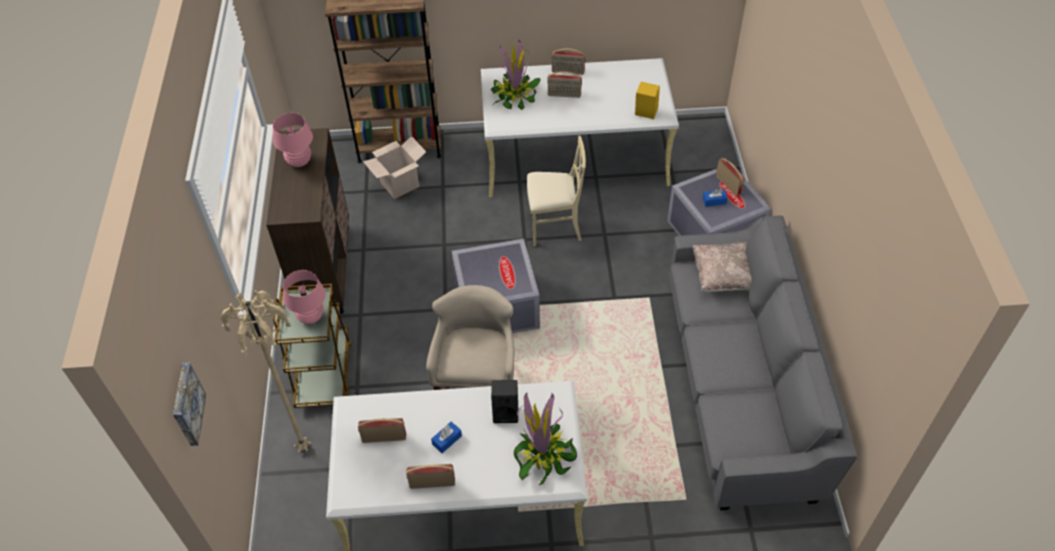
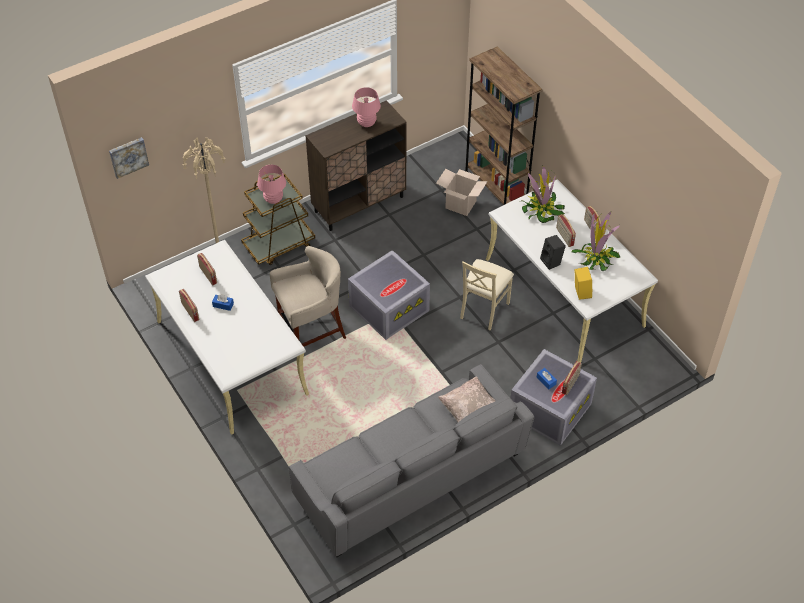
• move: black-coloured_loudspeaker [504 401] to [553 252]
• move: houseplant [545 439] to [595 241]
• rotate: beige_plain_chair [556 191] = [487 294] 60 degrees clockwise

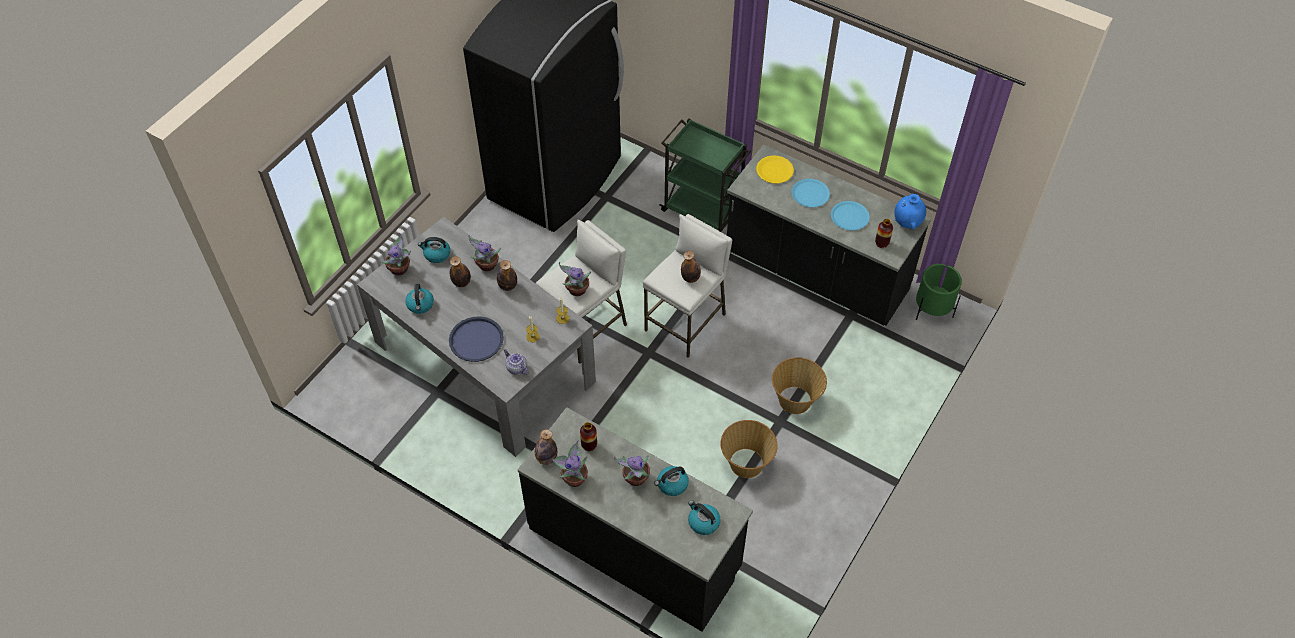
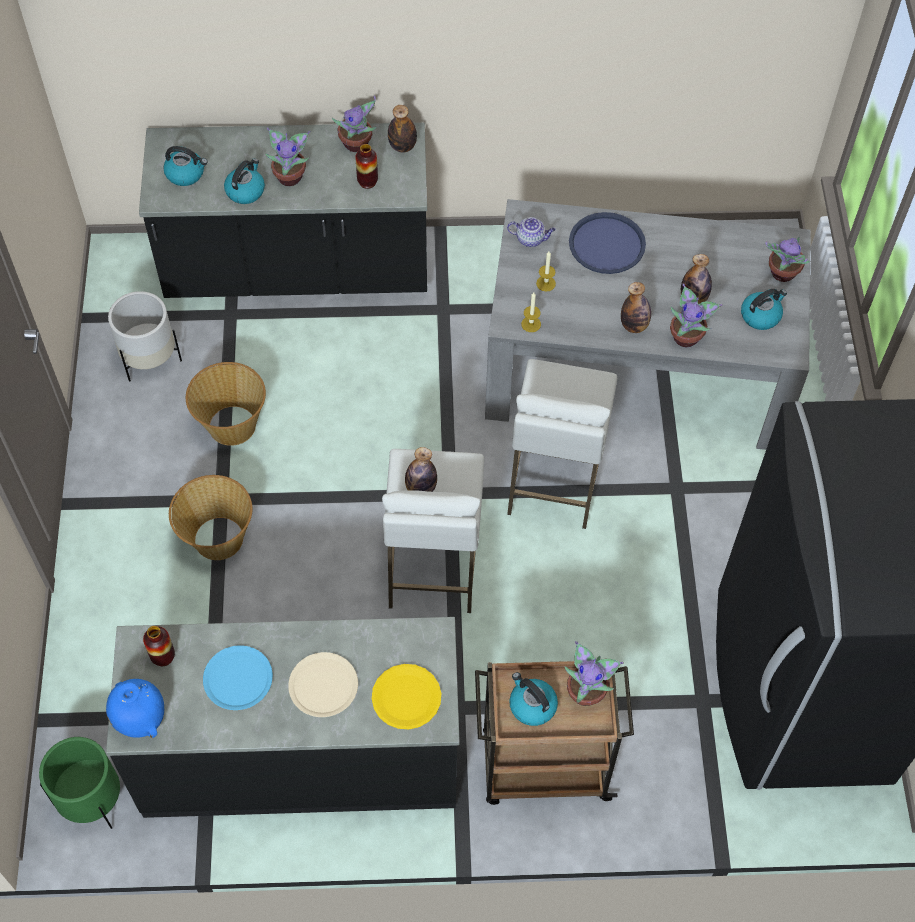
• insert: whitish_planter [145 336]
• move: water_kettle [419 299] to [533 699]
• move: houseplant [575 279] to [594 673]
• recolor: green_cart [705 175] to brown-coloured_cart [554 732]
• recolor: blue_dinner_plate [811 193] to beige_dinner_plate [323 684]

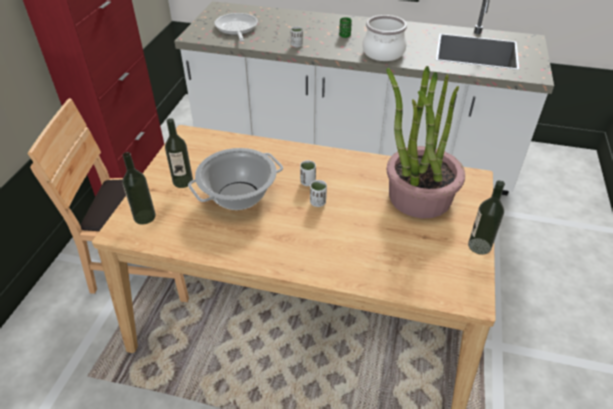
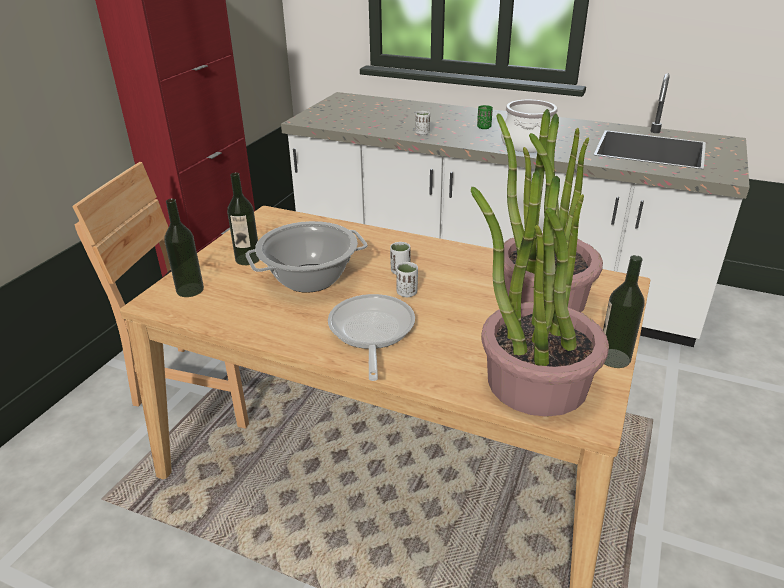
• insert: houseplant [540 294]
• move: pan [236 27] to [371 337]

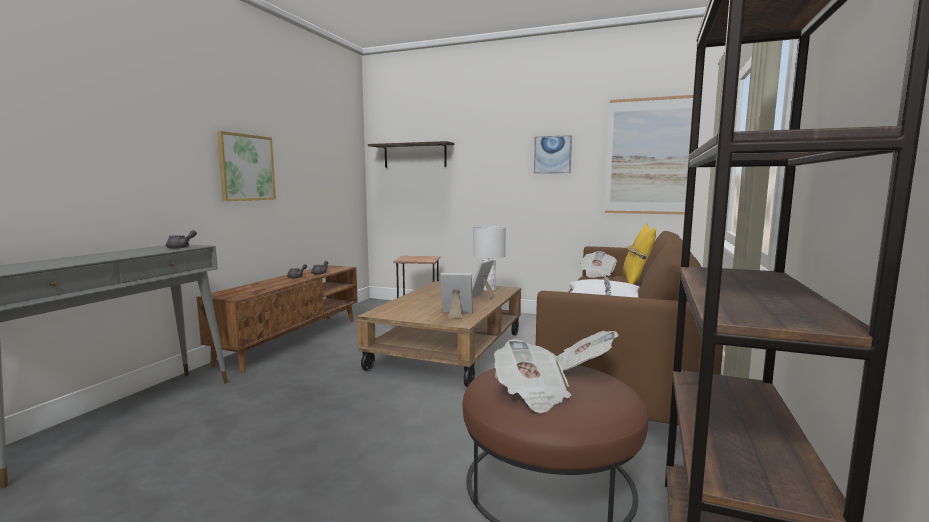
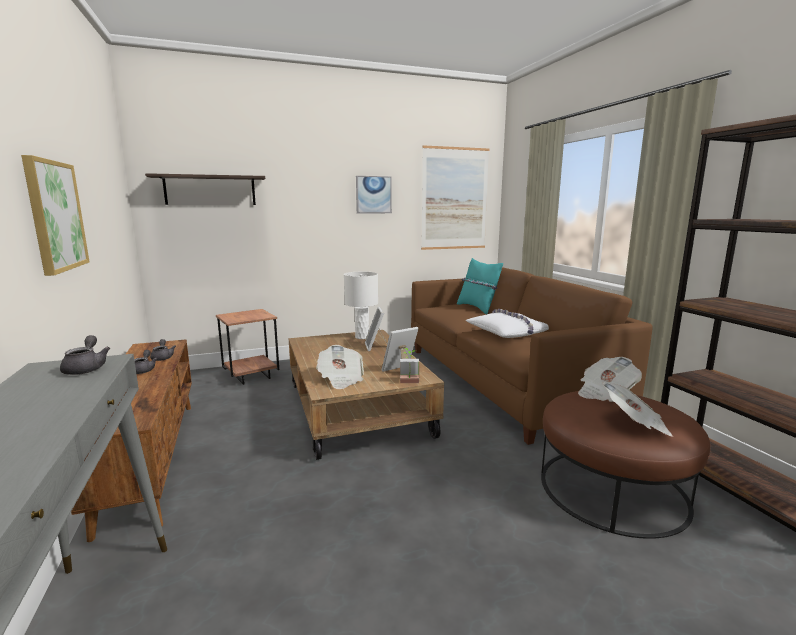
• insert: houseplant [409 365]
• move: newspaper [598 264] to [340 367]
• recolor: yellow_cushion [640 254] to turquoise-coloured_cushion [480 286]

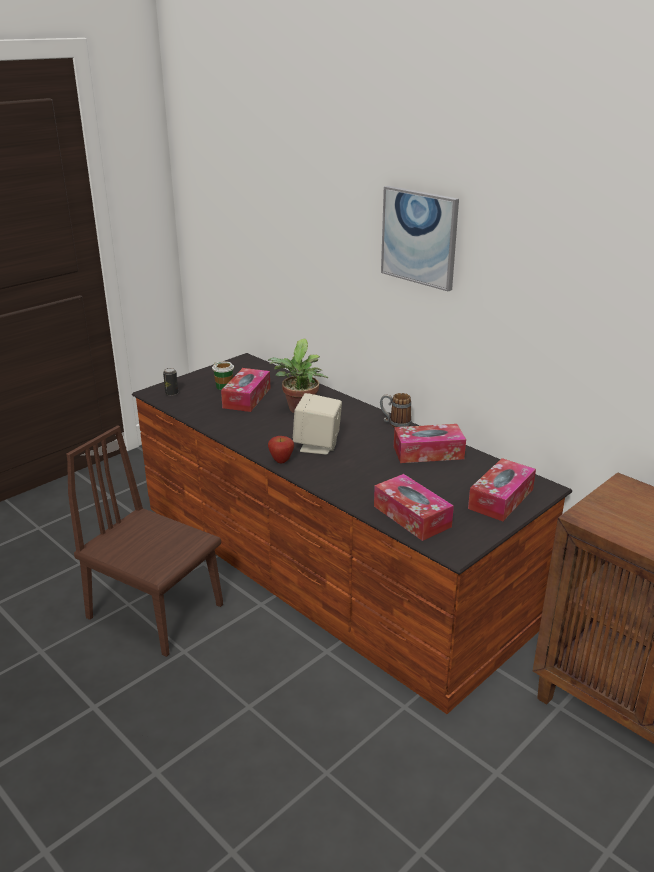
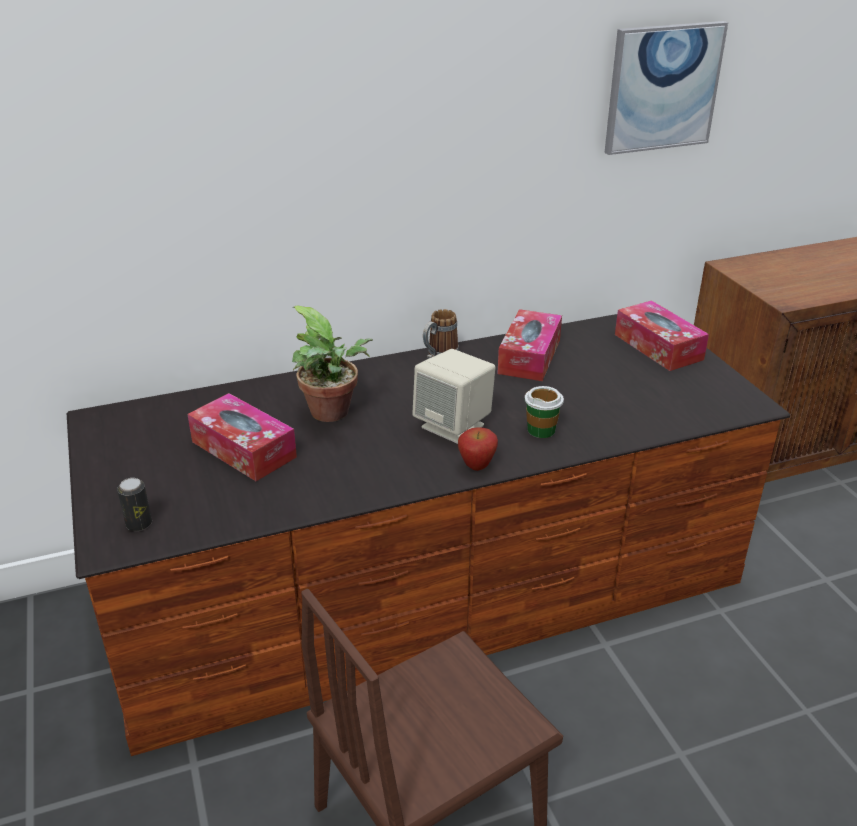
• delete: box_of_tissues [414 507]
• move: cup [223 375] to [544 412]
• move: picture [420 238] to [666 88]

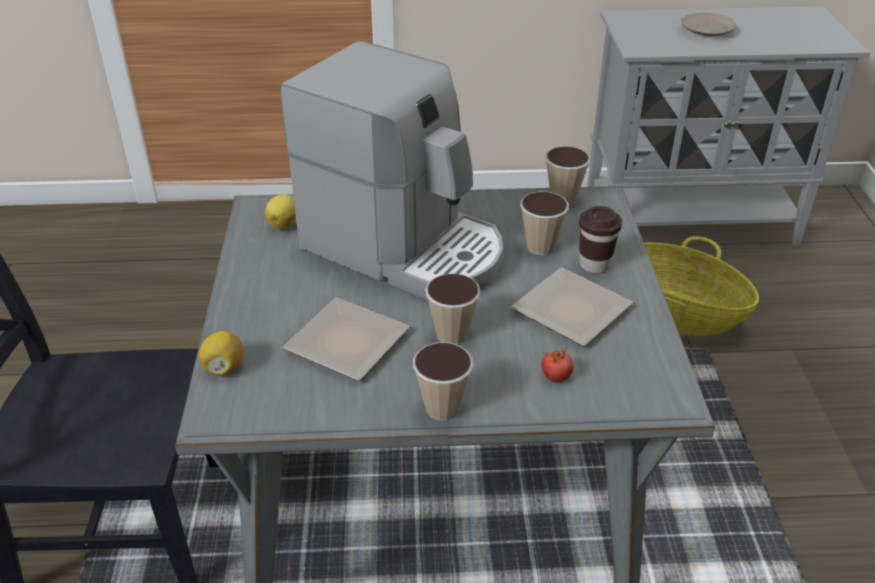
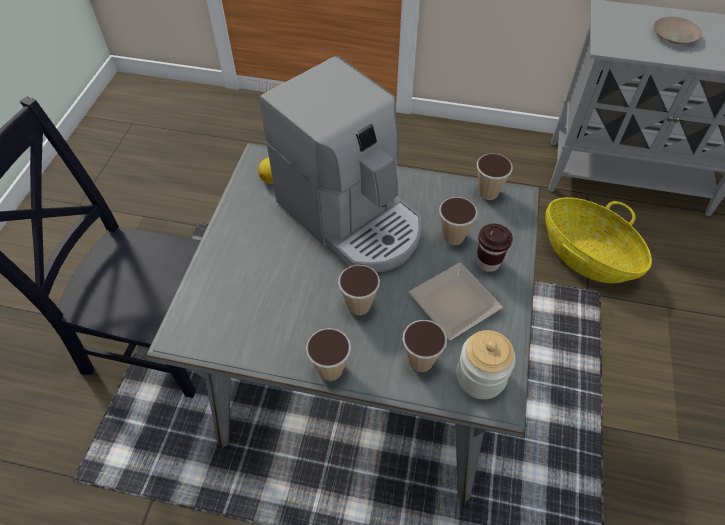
• delete: whole_lemon [221 353]
• delete: dinner_plate [346 339]
• insert: storage_jar [486 364]
• replace: fresh_tomato [557 364] to cup [425 346]

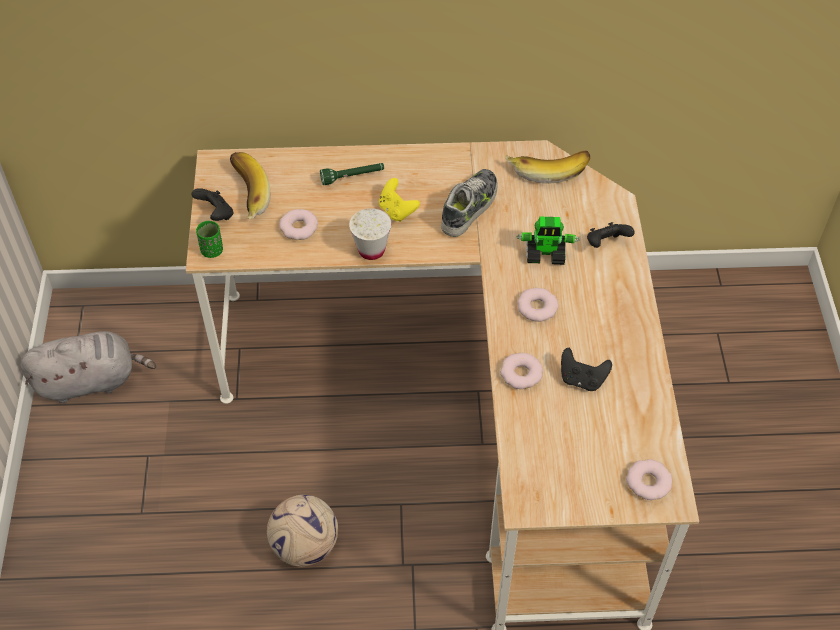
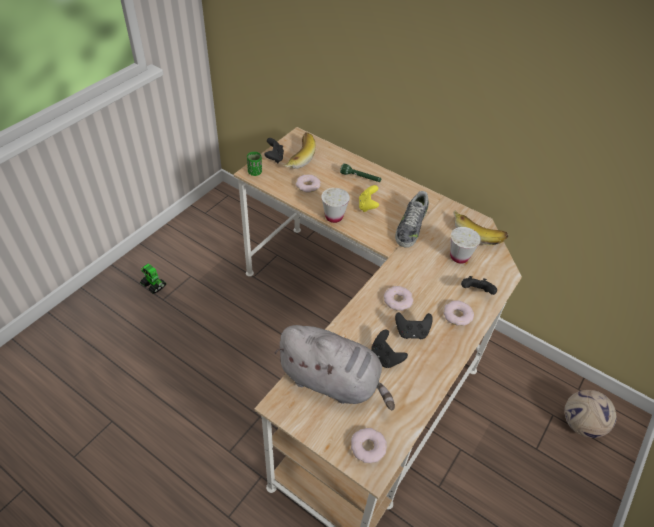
• insert: black-coloured_gamepad [414 325]
• insert: whitish_cup [465 245]
• move: greyish_soft_toy [88 367] to [334 367]
• move: ball_for_football [302 531] to [590 414]
• move: doughnut [521 371] to [458 313]
• move: toy_robot [548 241] to [153 278]
• rotate: item_of_footwear [469 203] = [412 219] 135 degrees clockwise

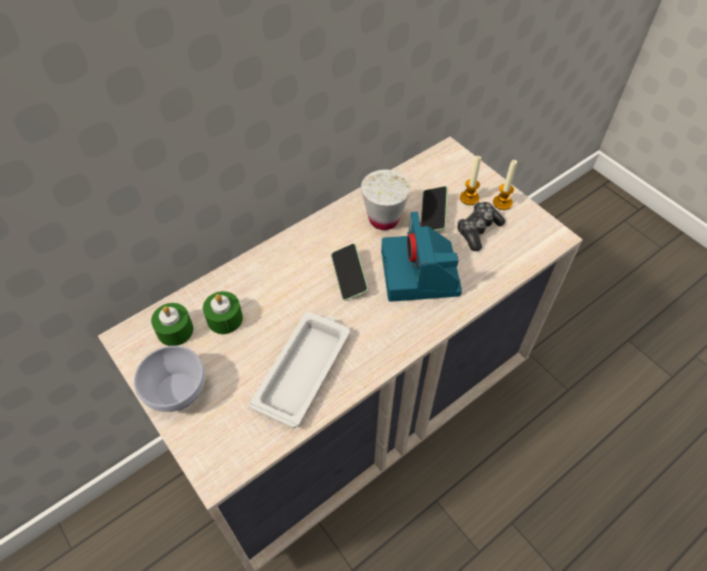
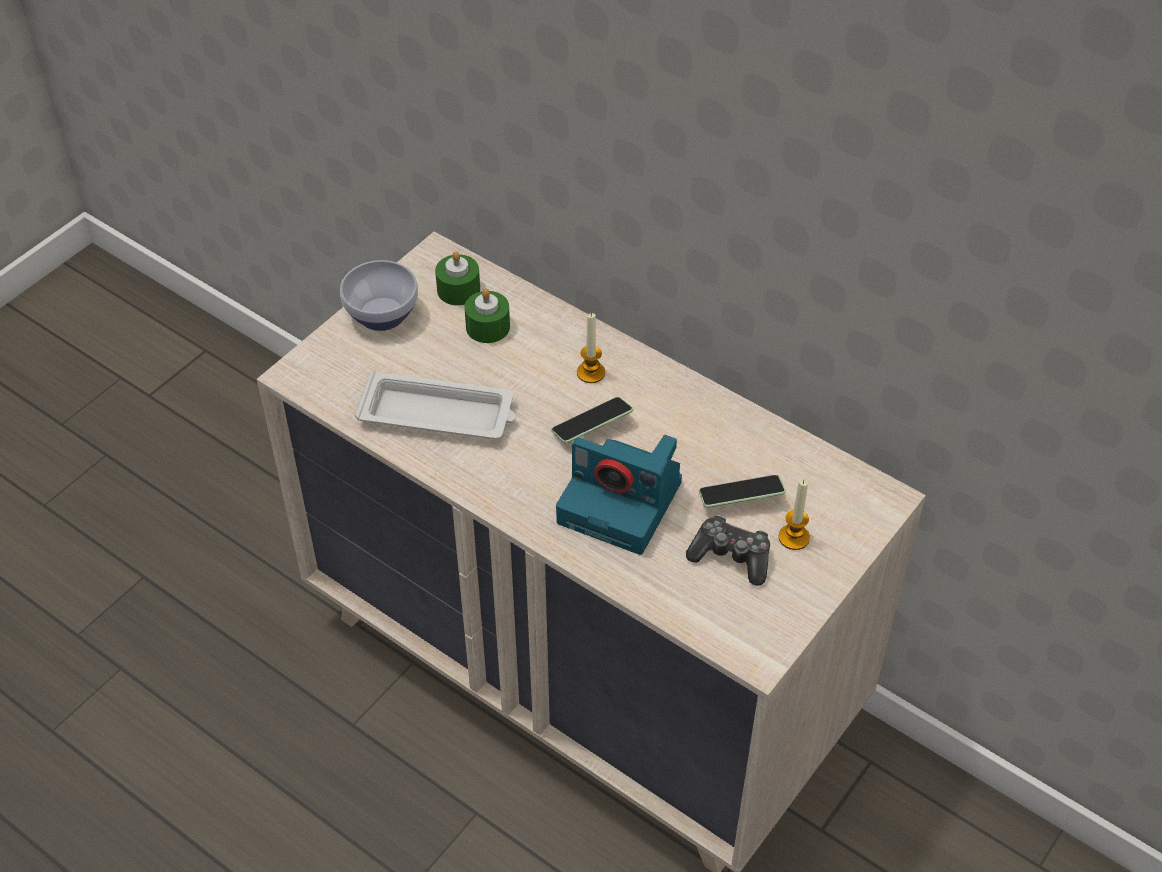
• delete: whitish_cup [386 200]
• move: wax_candle [505 185] to [591 348]
• rotate: still_camera [421 257] = [619 495] 135 degrees counterclockwise

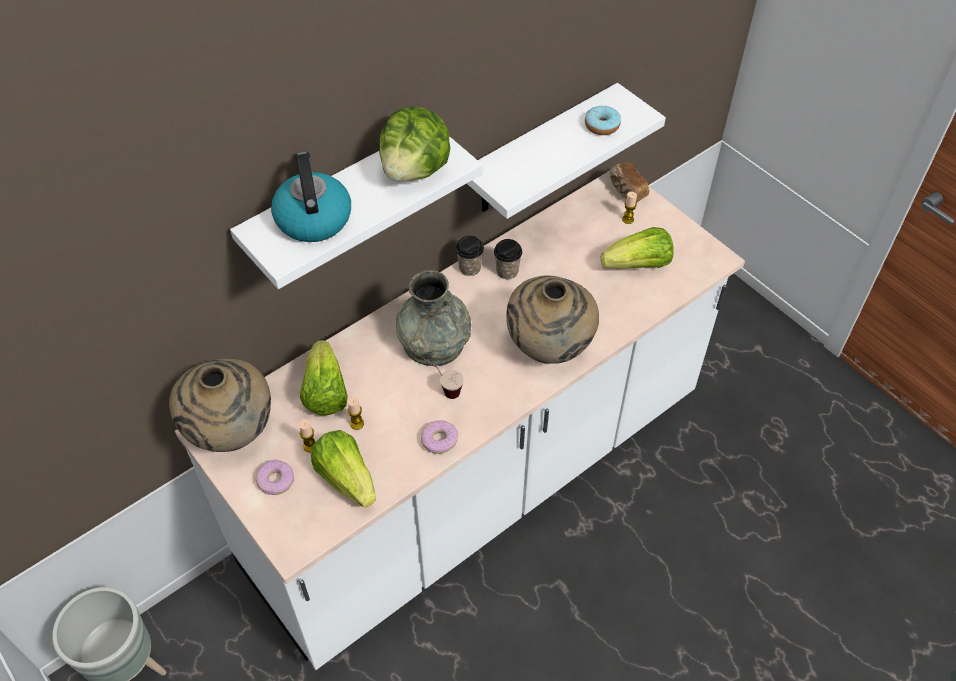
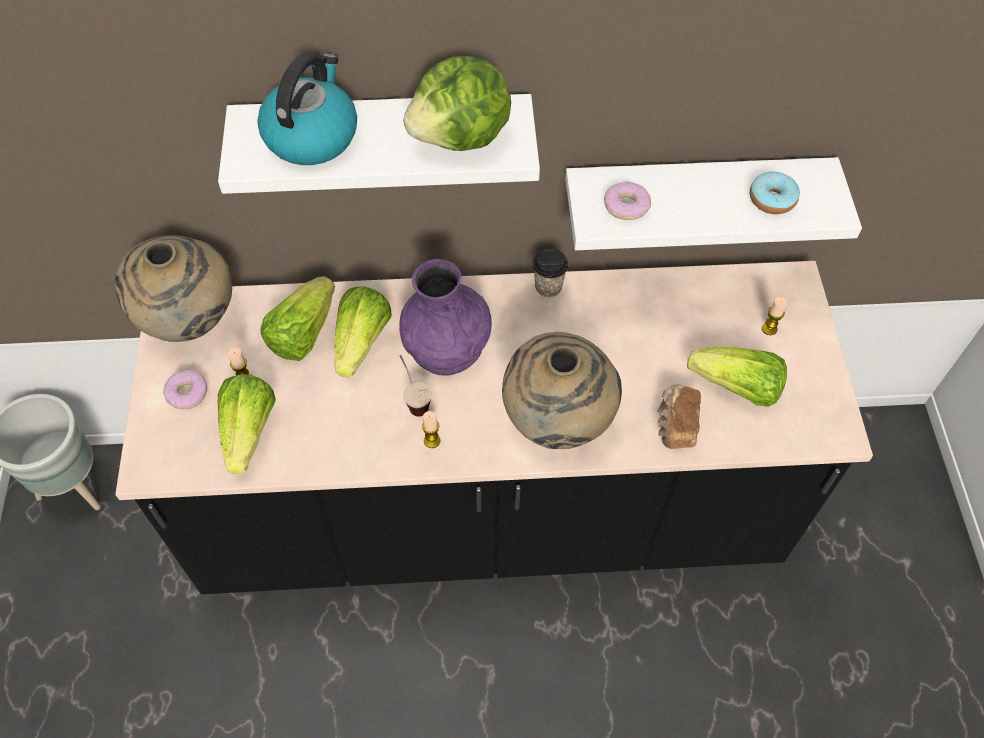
• delete: cup [508 259]
• insert: head_of_lettuce [363 332]
• move: wax_candle [356 413] to [431 429]
• move: doughnut [439 437] to [627 200]
• move: bread [630 182] to [679 416]
• recolor: whitish_kitchen_base_unit [460 420] to black-coloured_kitchen_base_unit [494 427]
• recolor: greyish_decorative_vase [433 318] to purple_decorative_vase [445 317]

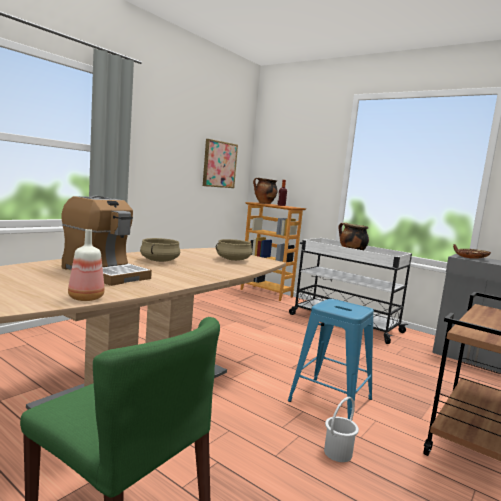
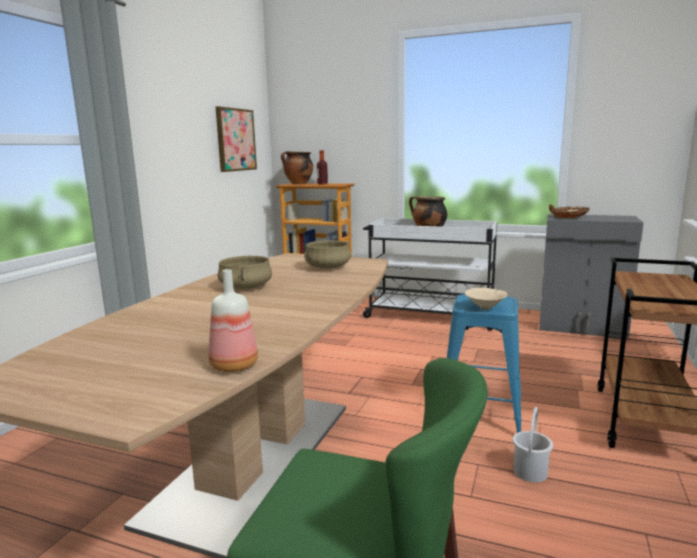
• delete: coffee_brewer [106 241]
• insert: beige_bowl [486 299]

